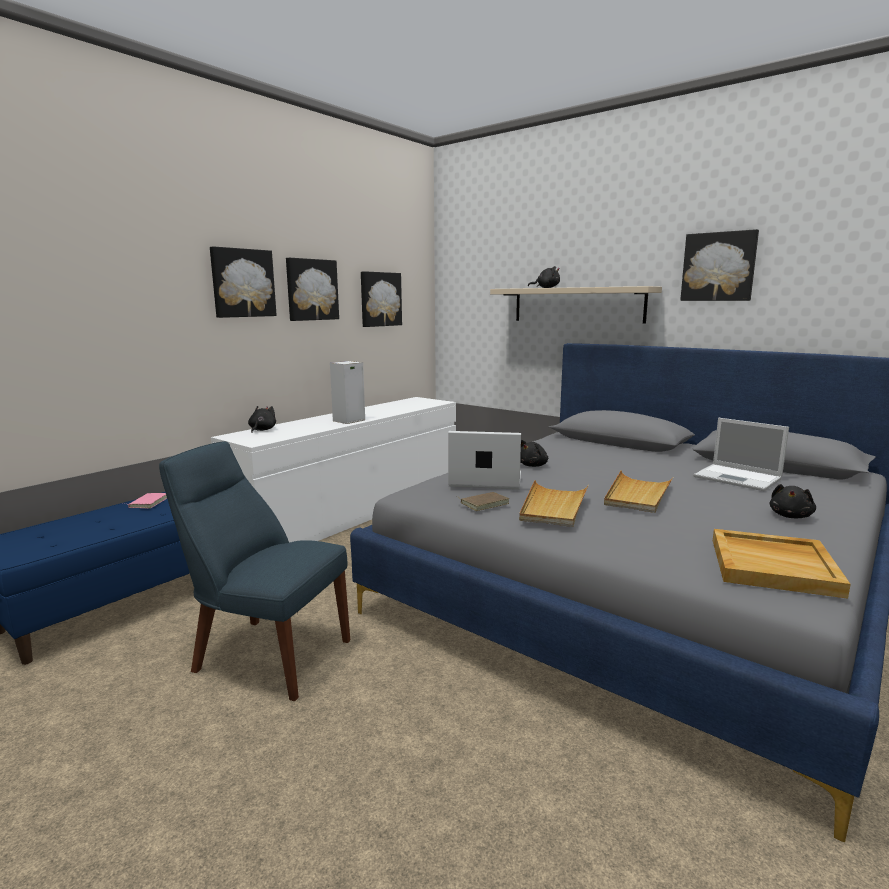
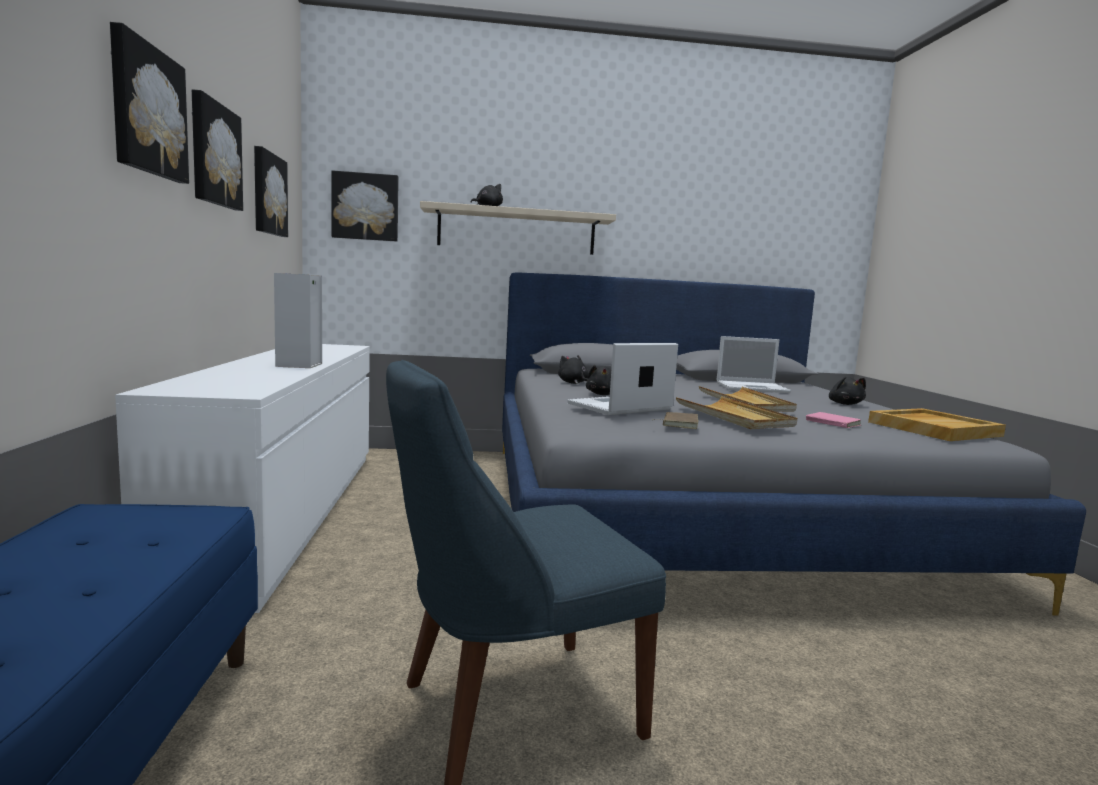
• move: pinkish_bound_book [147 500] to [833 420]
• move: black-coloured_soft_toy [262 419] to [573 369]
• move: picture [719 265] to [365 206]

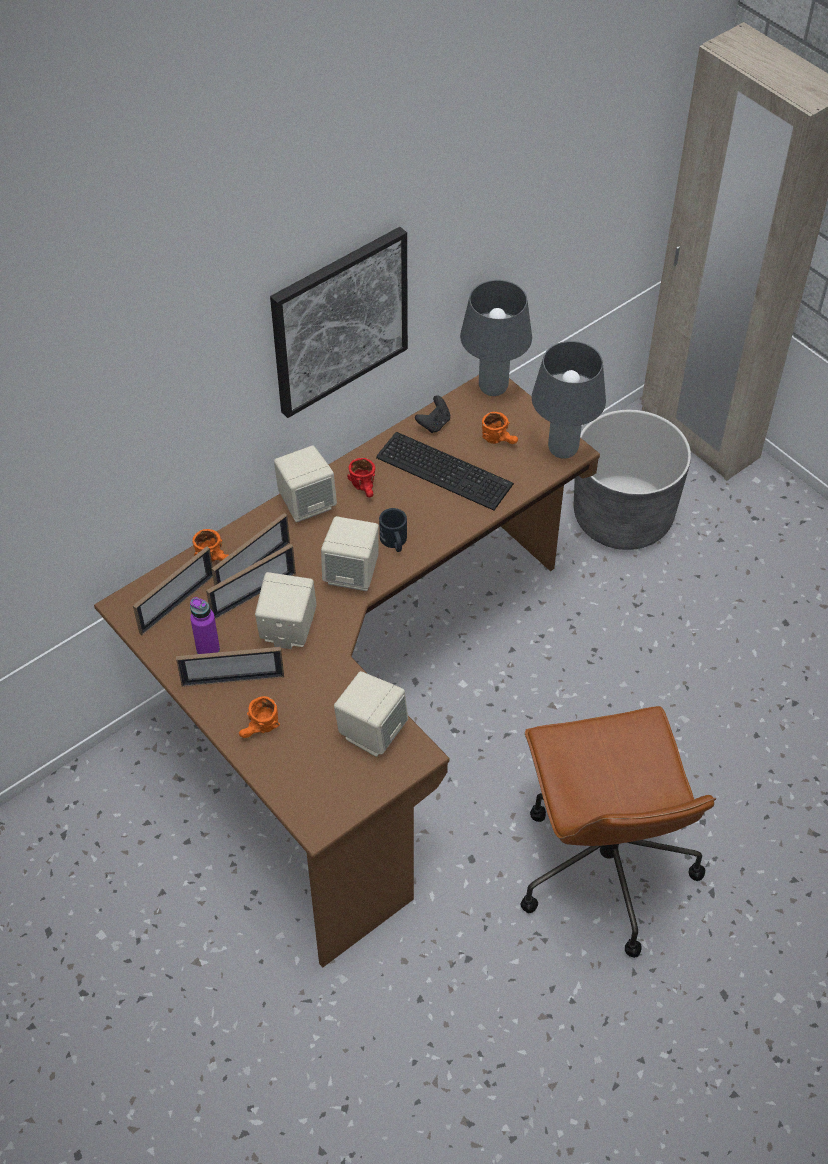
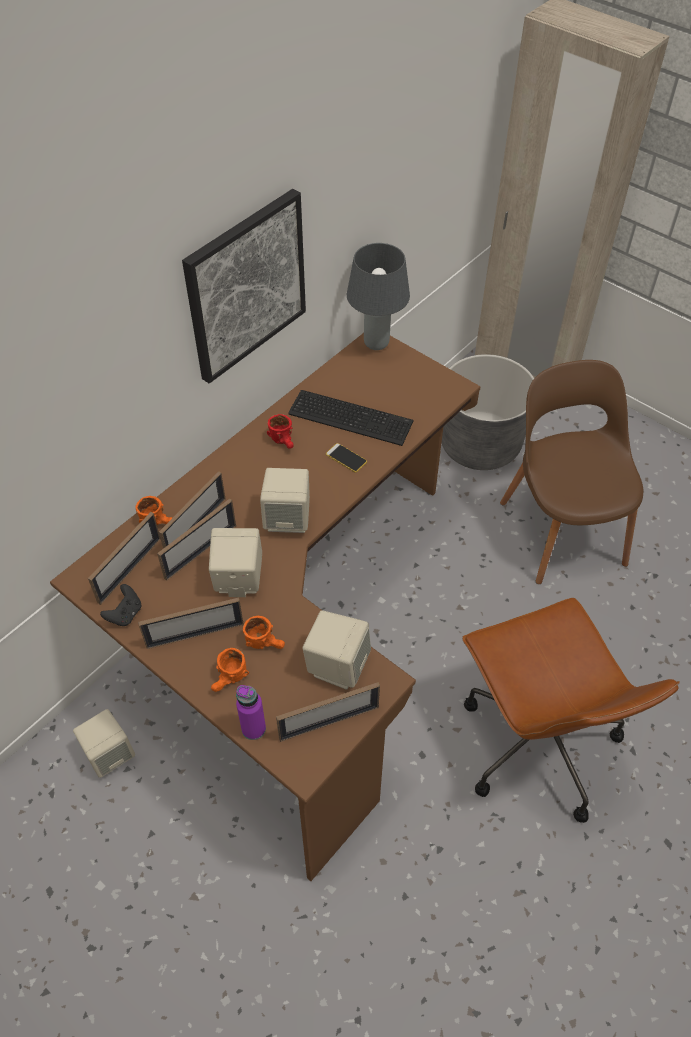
• delete: black-coloured_coffee_mug [393 530]
• delete: greyish_table_lamp [569 400]
• insert: standing_frame [328 712]
• insert: handset [346 458]
• insert: brown-coloured_plain_chair [571 472]
• move: purple_bottle [205 625] to [251 712]
• move: beige_loudspeaker [305 484] to [104 743]
• move: black-coloured_gamepad [432 414] to [120 605]
• move: orange-coloured_coffee_mug [500 428] to [264 632]

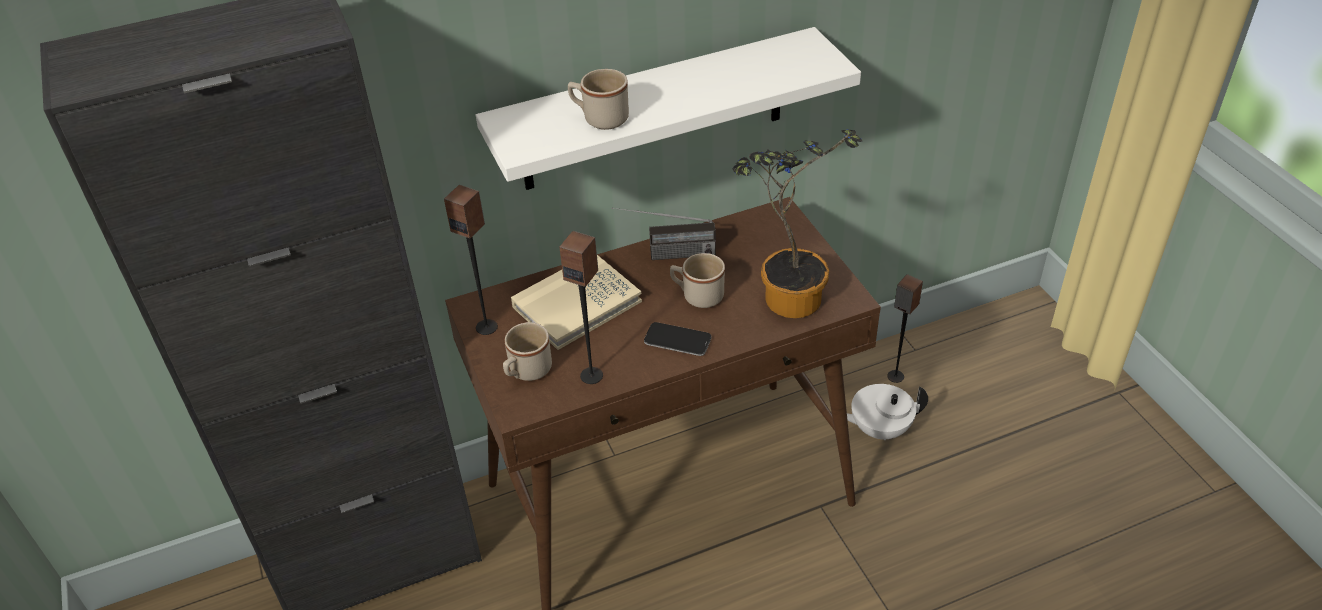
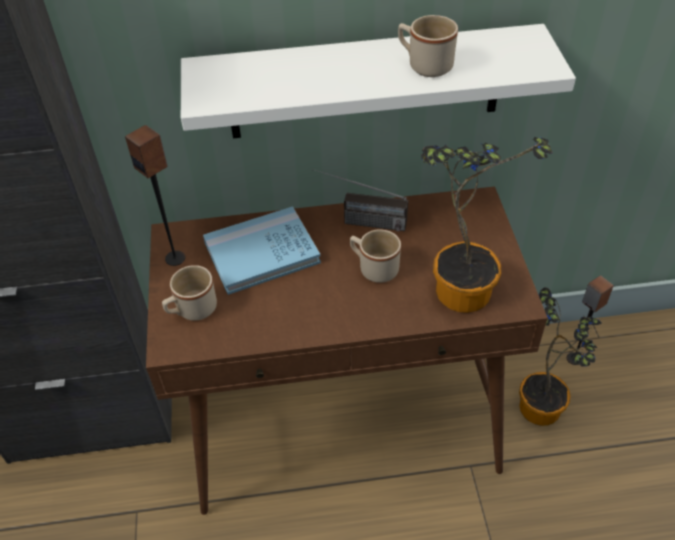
• delete: loudspeaker [581 307]
• delete: handset [678 339]
• move: beige_coffee_mug [598 99] to [428 46]
• replace: whitish_tea_pot [887 412] to houseplant [560 356]
• recolor: beige_bound_book [576 302] to blue_bound_book [262 250]

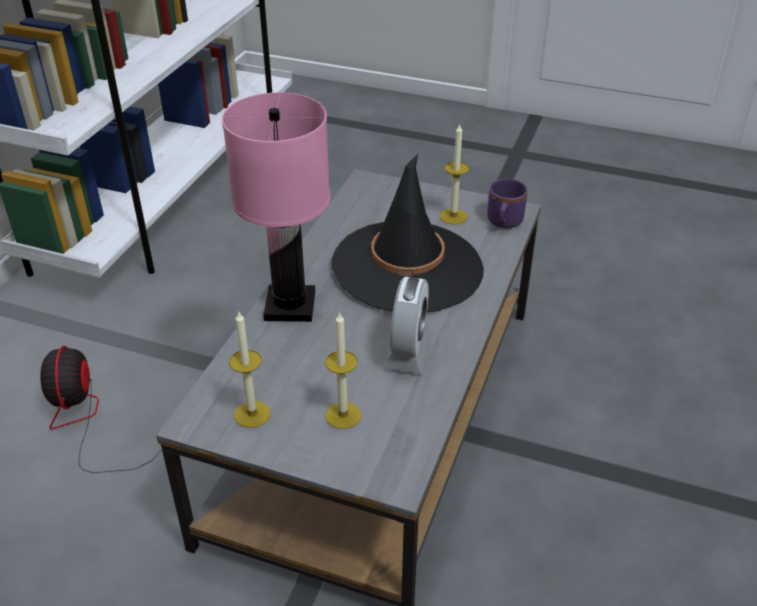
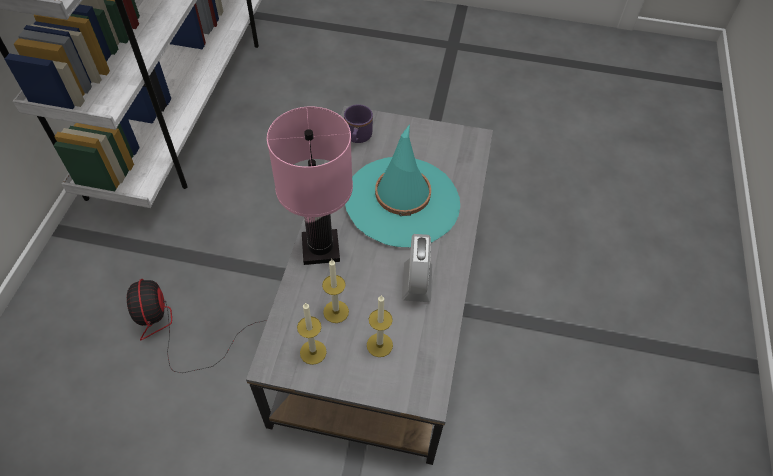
• move: wax_candle [454 174] to [335 291]
• move: purple_coffee_mug [507 203] to [358 123]
• recolor: black-coloured_wearable_hat [408 233] to turquoise-coloured_wearable_hat [402 185]

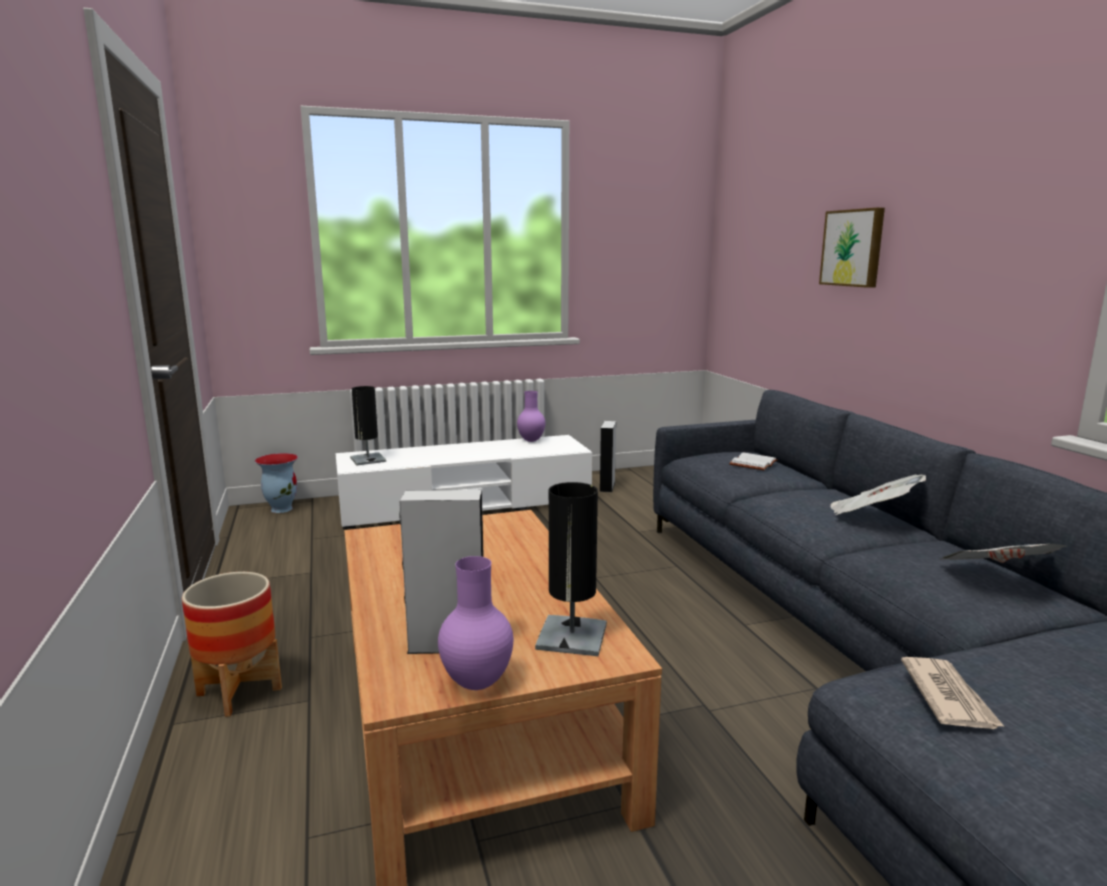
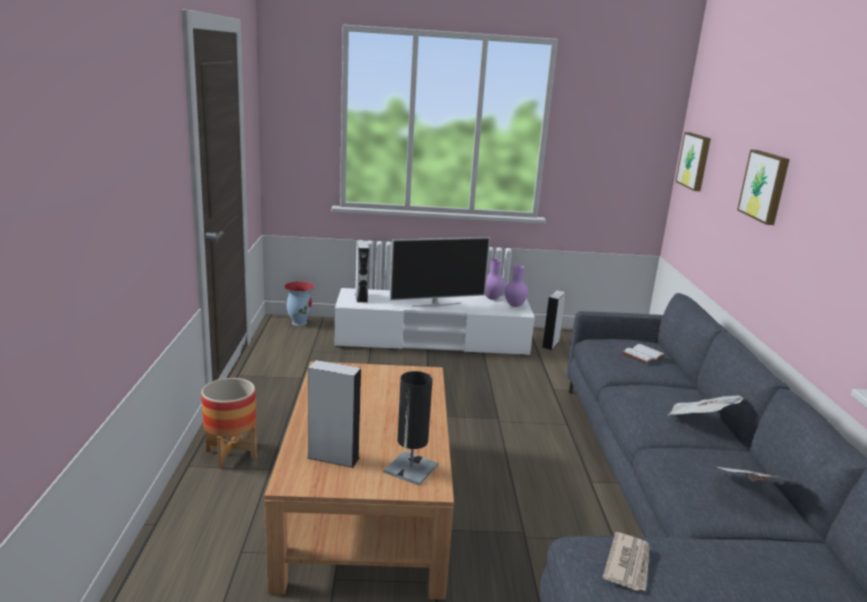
• insert: TV [440 272]
• insert: picture [693 161]
• move: purple_decorative_vase [475 623] to [516 286]
• replace: black-coloured_table_lamp [368 426] to greyish_loudspeaker [362 272]

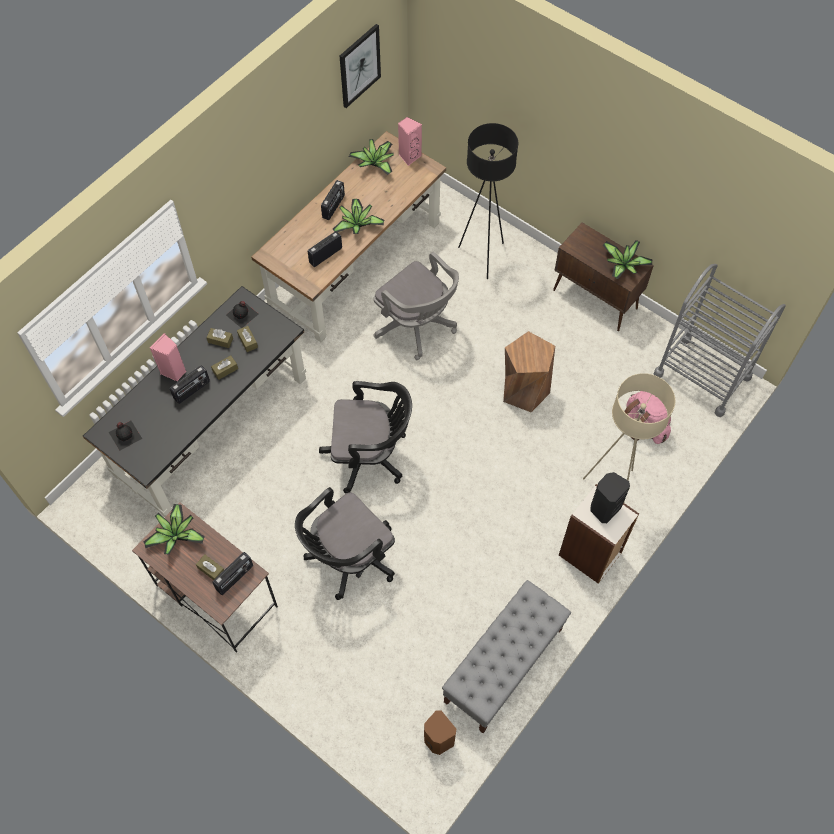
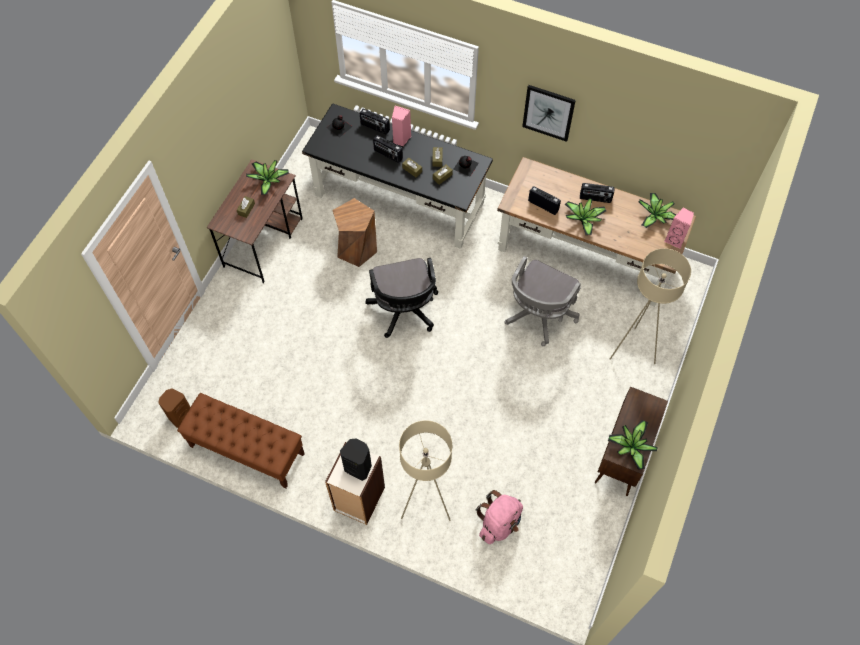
• delete: black-coloured_computer_chair [345 543]
• delete: greyish_cart [719 340]
• move: radio_set [232 573] to [375 122]
• move: picture [360 66] to [549 113]
• move: brown-coloured_sitting_stool [529 371] to [354 232]
• recolor: greyish_indoor_bench [506 656] to brown-coloured_indoor_bench [241 440]
• recolor: black-coloured_standard_lamp [488 201] to beige_standard_lamp [650 306]

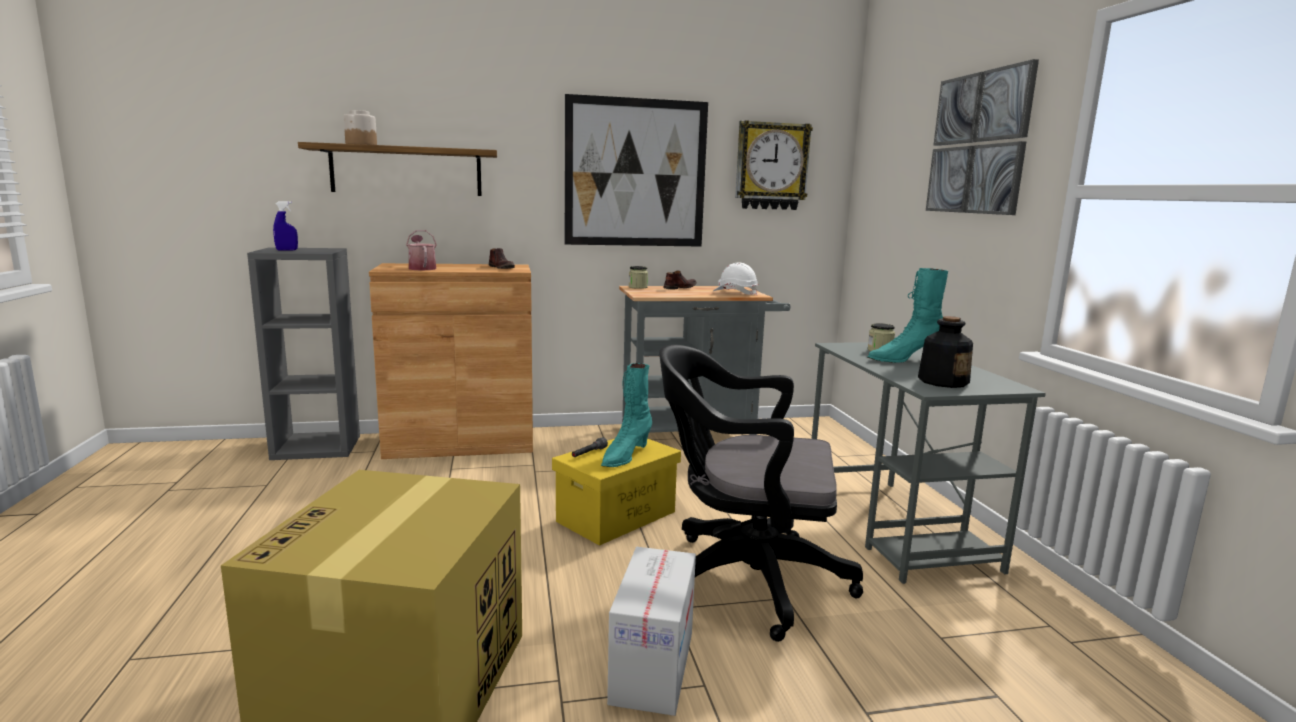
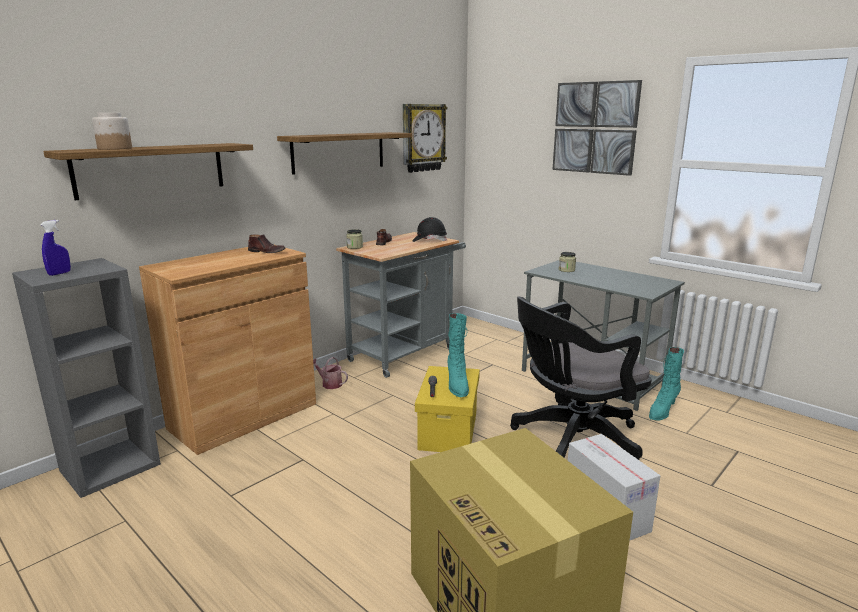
• delete: bottle [945 352]
• move: sprinkling_can [421 250] to [330 373]
• move: turquoise-coloured_boot [907 315] to [666 384]
• replace: picture [636 170] to wall_shelf [344 153]
• recolor: whitish_safety_helmet [735 279] to black-coloured_safety_helmet [429 229]

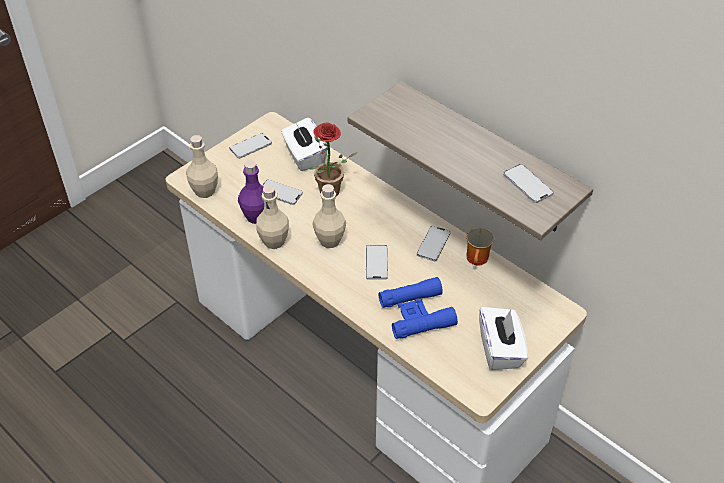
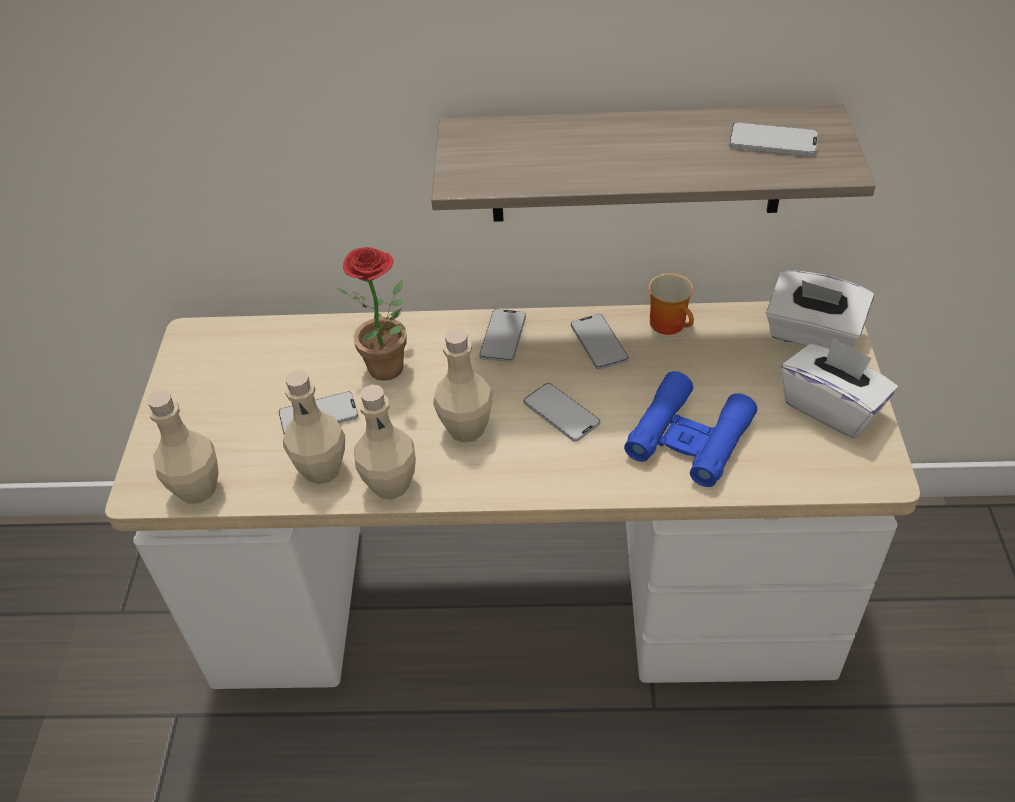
• move: handset [250 146] to [502 335]
• move: whitish_box_of_tissues [304 144] to [820 310]
• recolor: purple_bottle [251 192] to beige_bottle [314 427]

